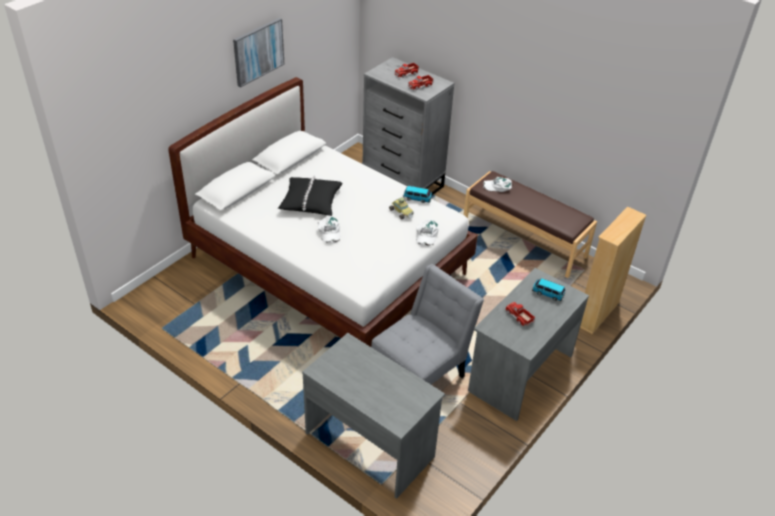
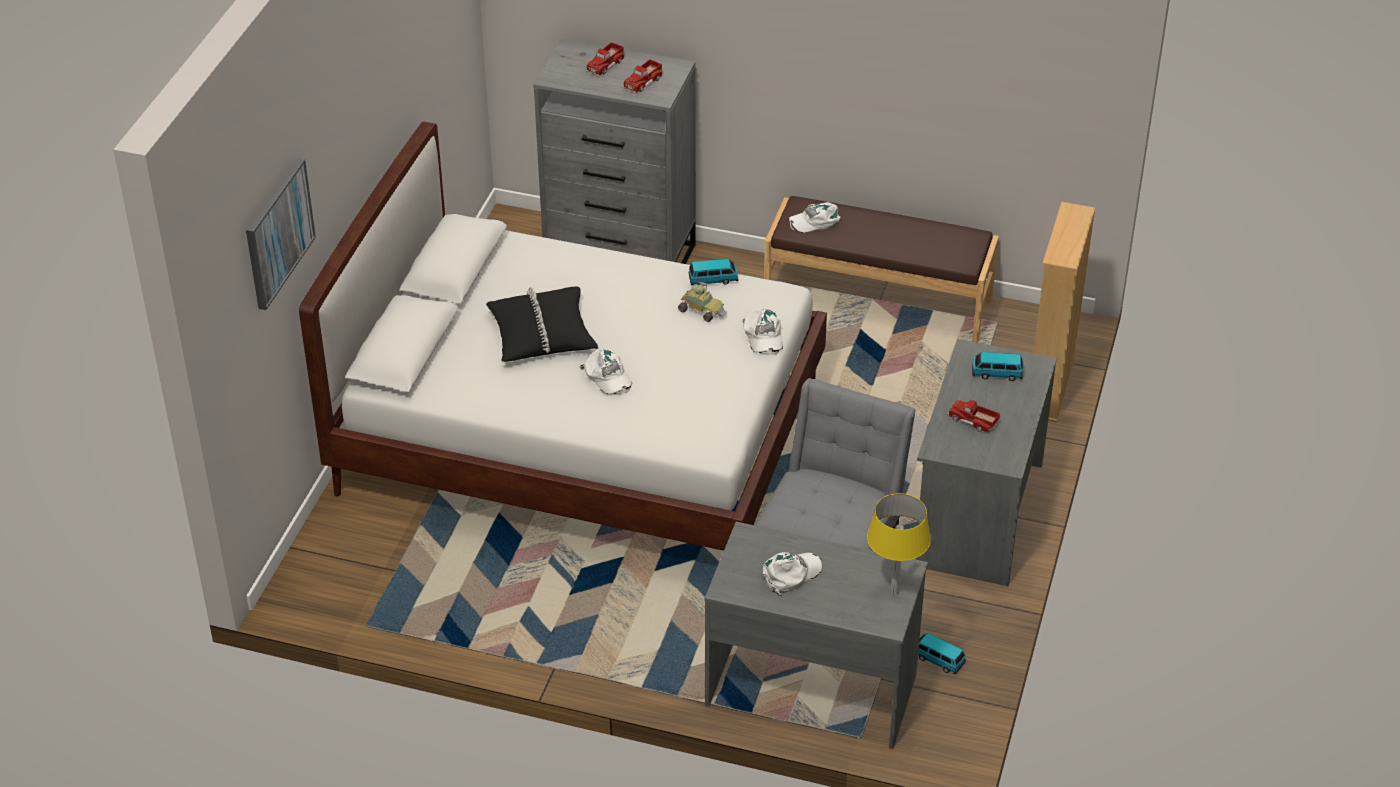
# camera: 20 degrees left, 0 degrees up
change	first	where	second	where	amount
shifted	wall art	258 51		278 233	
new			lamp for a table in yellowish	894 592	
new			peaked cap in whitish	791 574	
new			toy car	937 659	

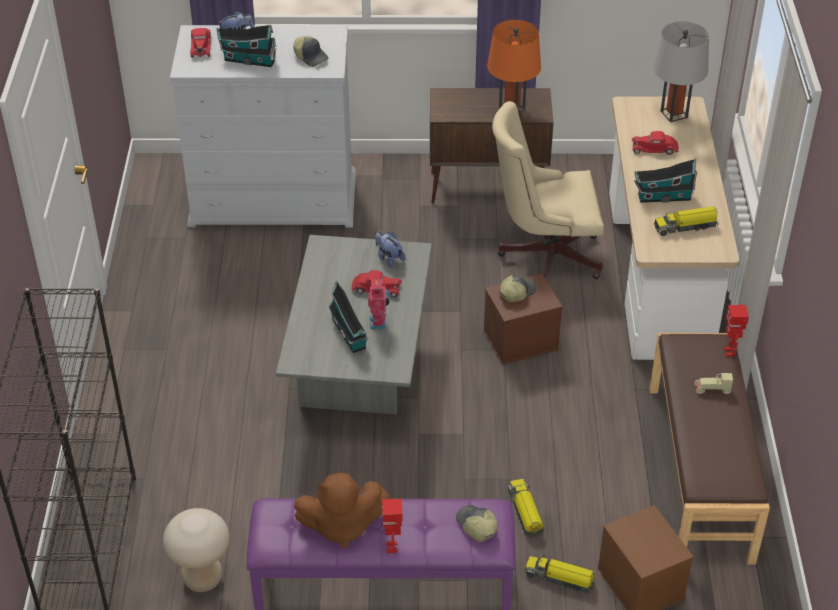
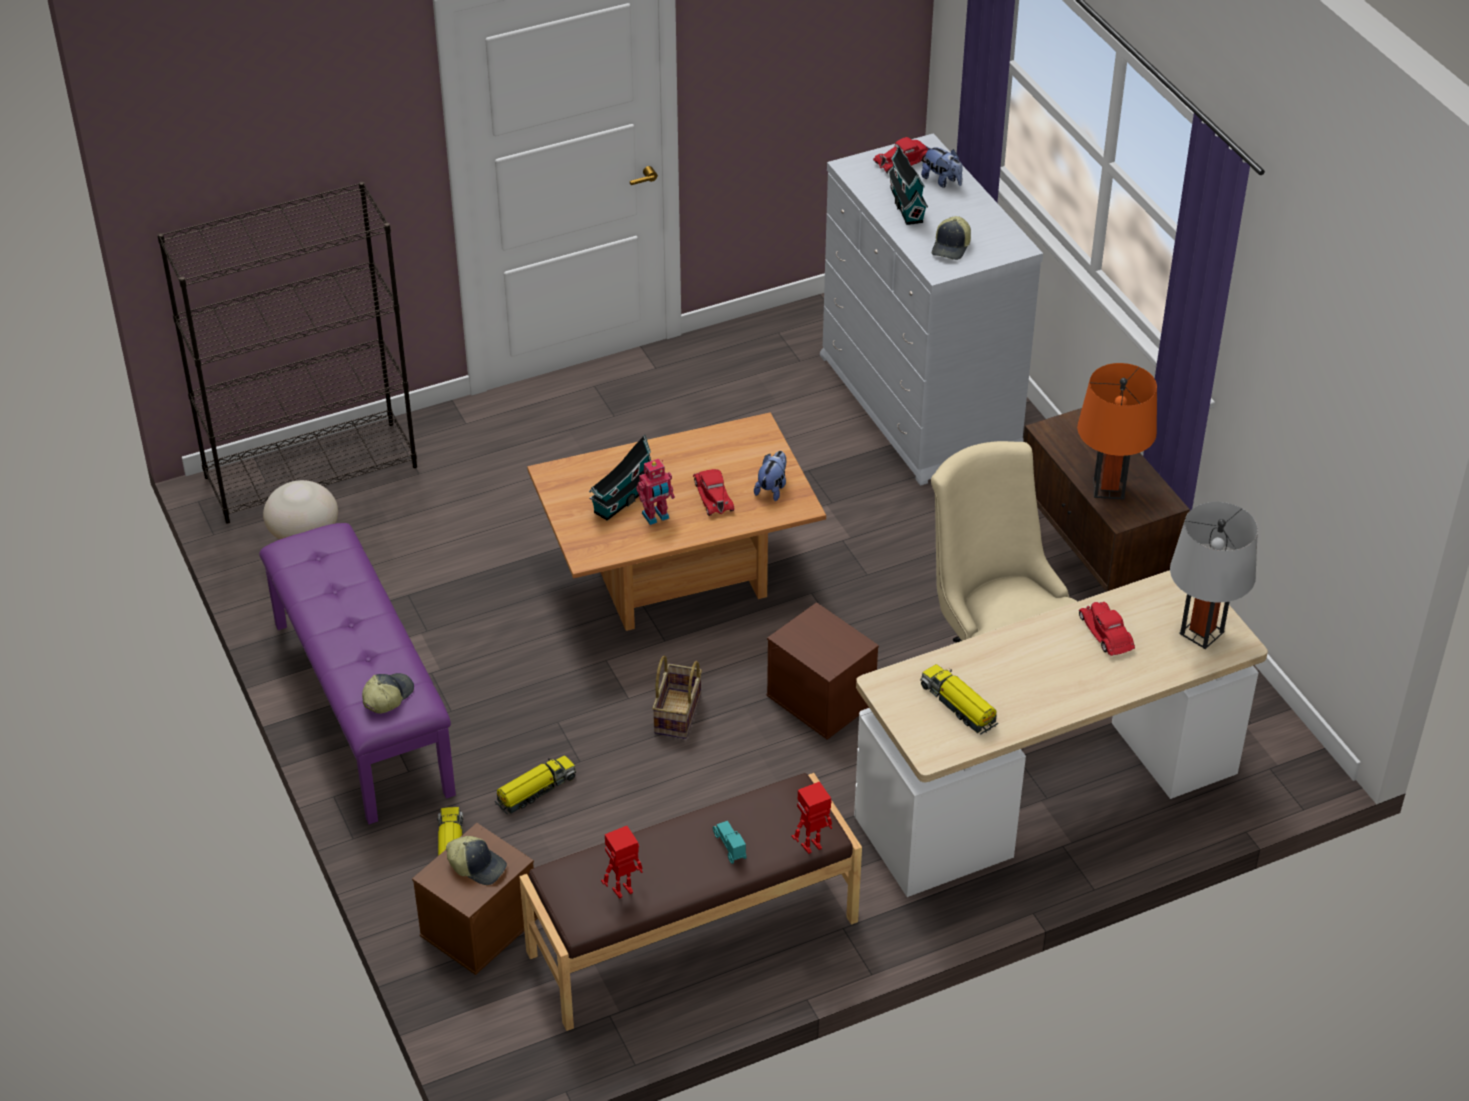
# camera: 65 degrees right, 0 degrees up
change	first	where	second	where	amount
gone	toy house	662 197			
repainted	low table in grey	359 370	low table in brownish	677 577	
shifted	peaked cap	517 292		477 866	
repainted	toy car in beige	712 390	toy car in blue-green	729 846	
gone	cuddly toy in brownish	341 526			
shifted	robot figure	392 547		623 891	
new			basket	678 715	

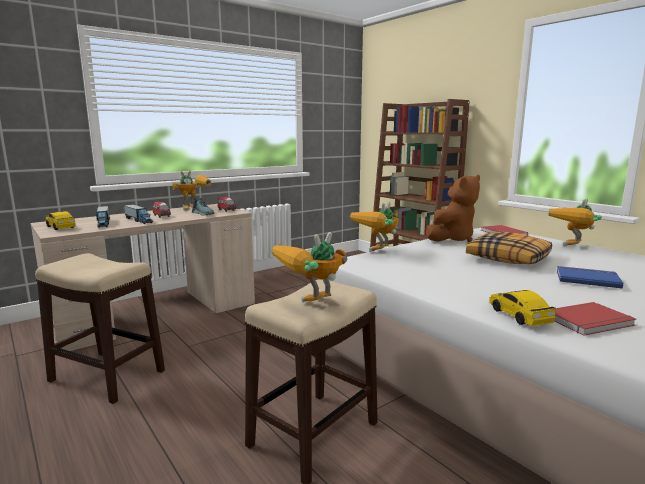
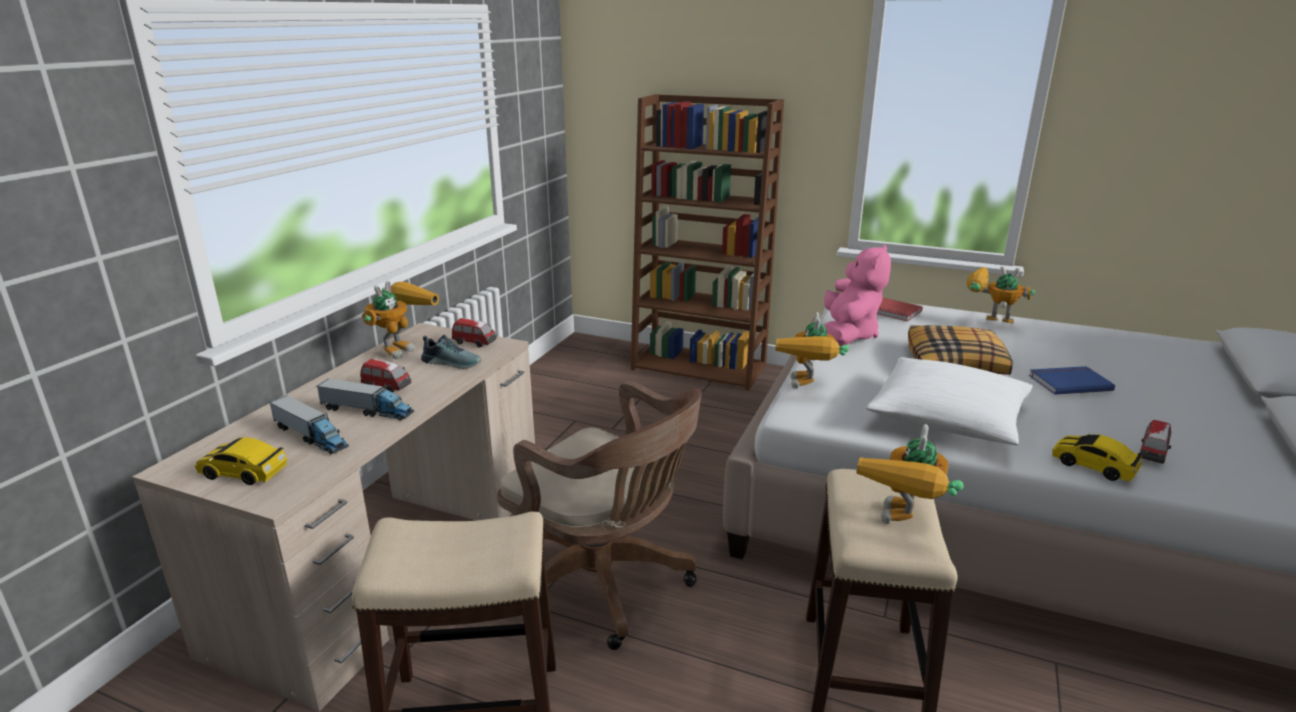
# camera: 30 degrees left, 10 degrees up
change	first	where	second	where	amount
repainted	cuddly toy in brownish	452 239	cuddly toy in pinkish	847 335	
rotated	robot figure	574 247		987 324	105 degrees clockwise
swapped	volume in red	590 322	toy car	1152 454	
new			pillow in whitish	948 418	
new			office chair in brownish	605 584	

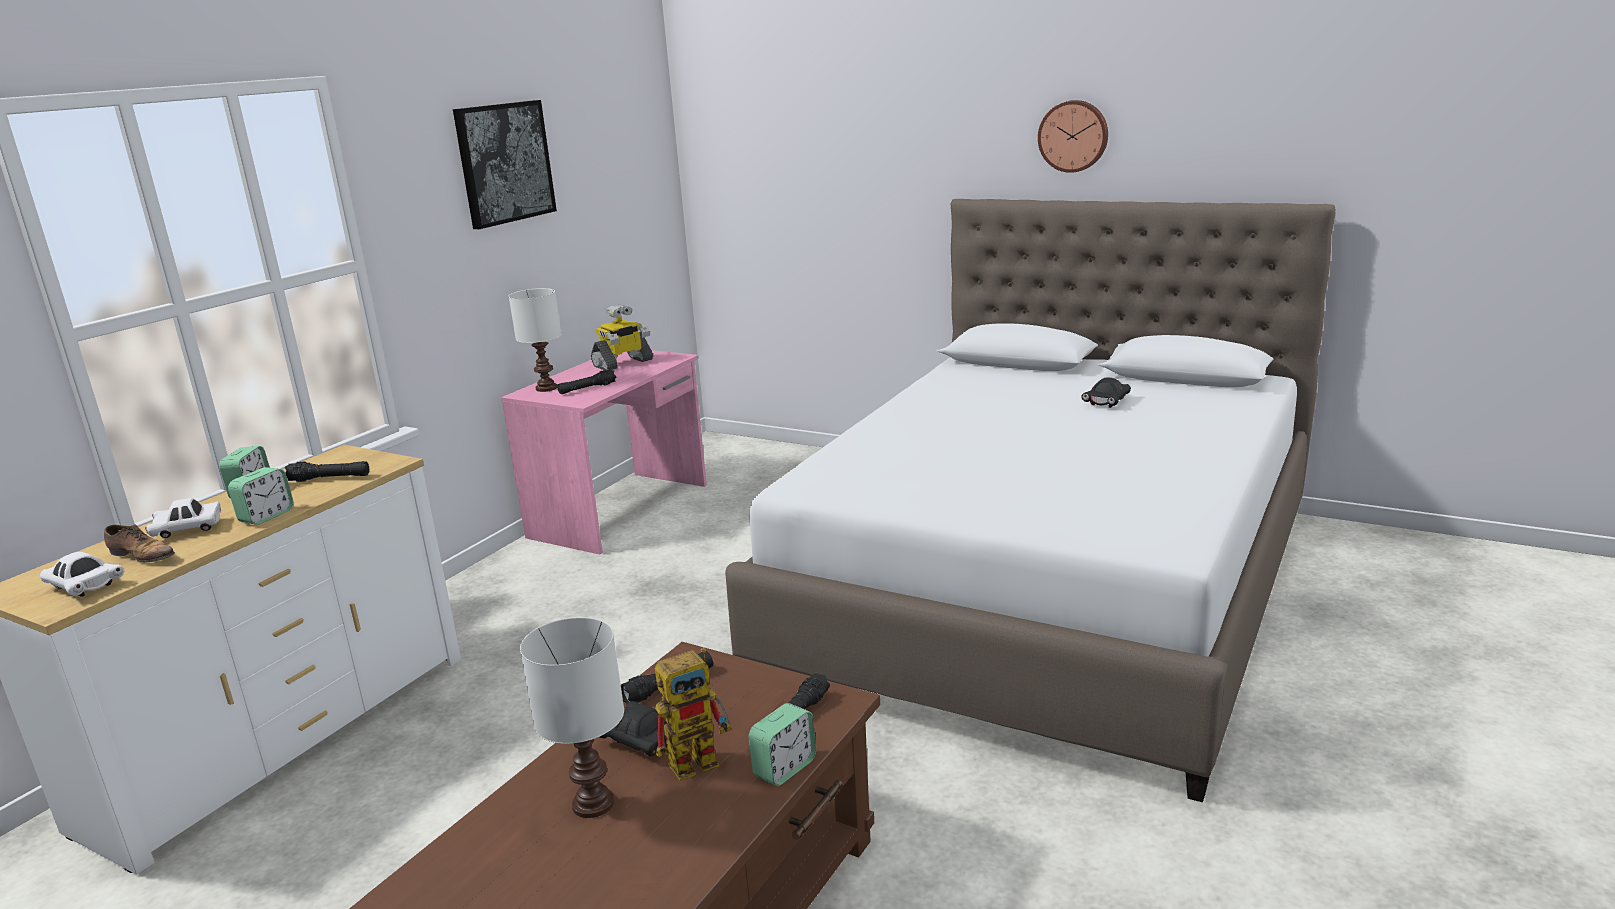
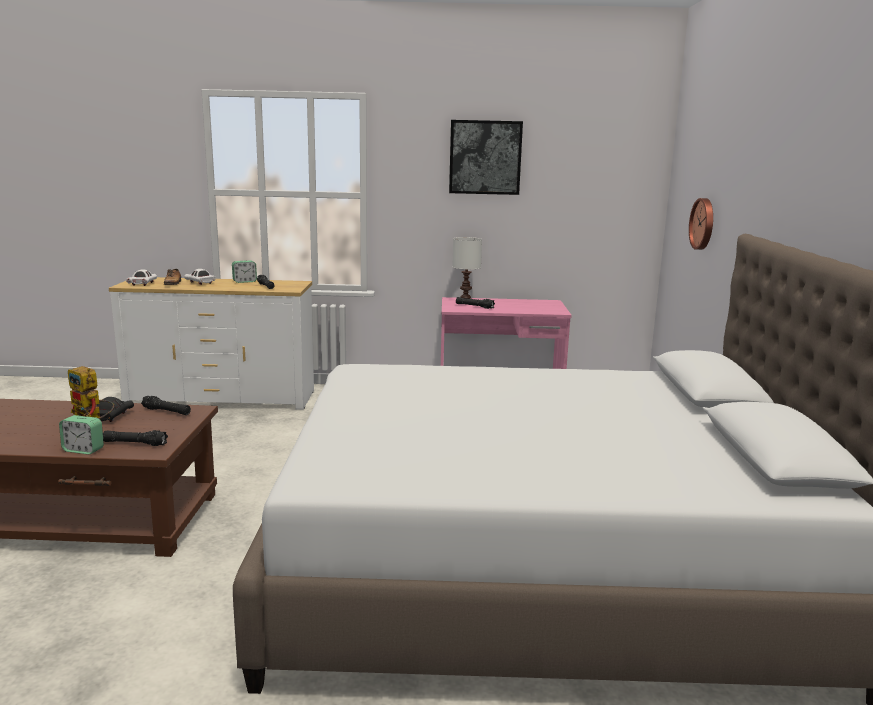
# camera: 60 degrees right, 5 degrees down
change	first	where	second	where	amount
shifted	wall clock	1073 136		703 224	
gone	robot figure	623 363			
gone	toy car in black	1107 402			
gone	alarm clock	266 516			
gone	lamp for a table in whitish	595 803			

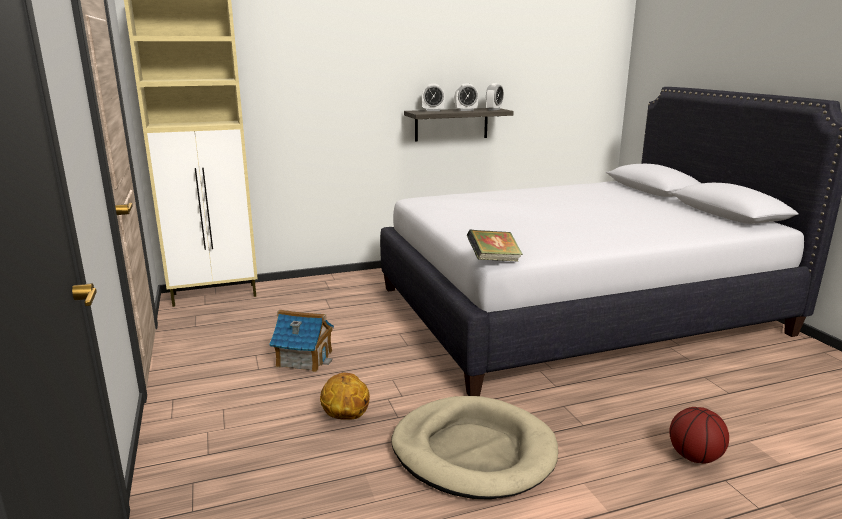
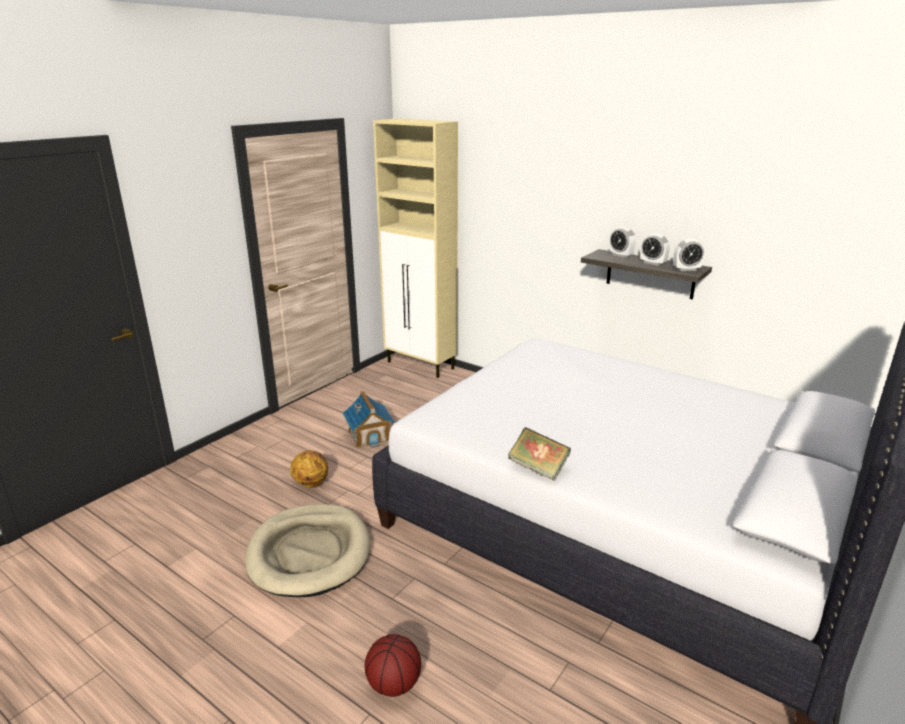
# camera: 55 degrees right, 5 degrees up
change	first	where	second	where	amount
shifted	volume	494 260		538 468	

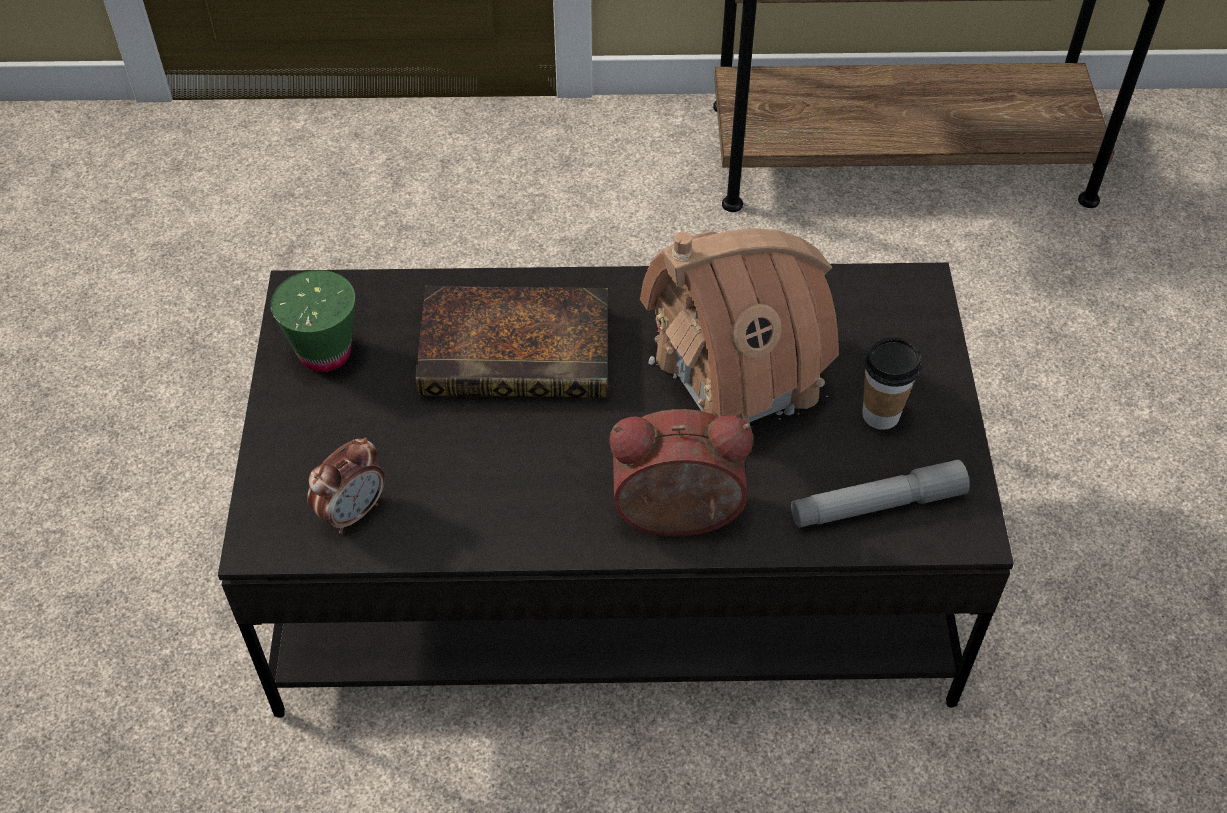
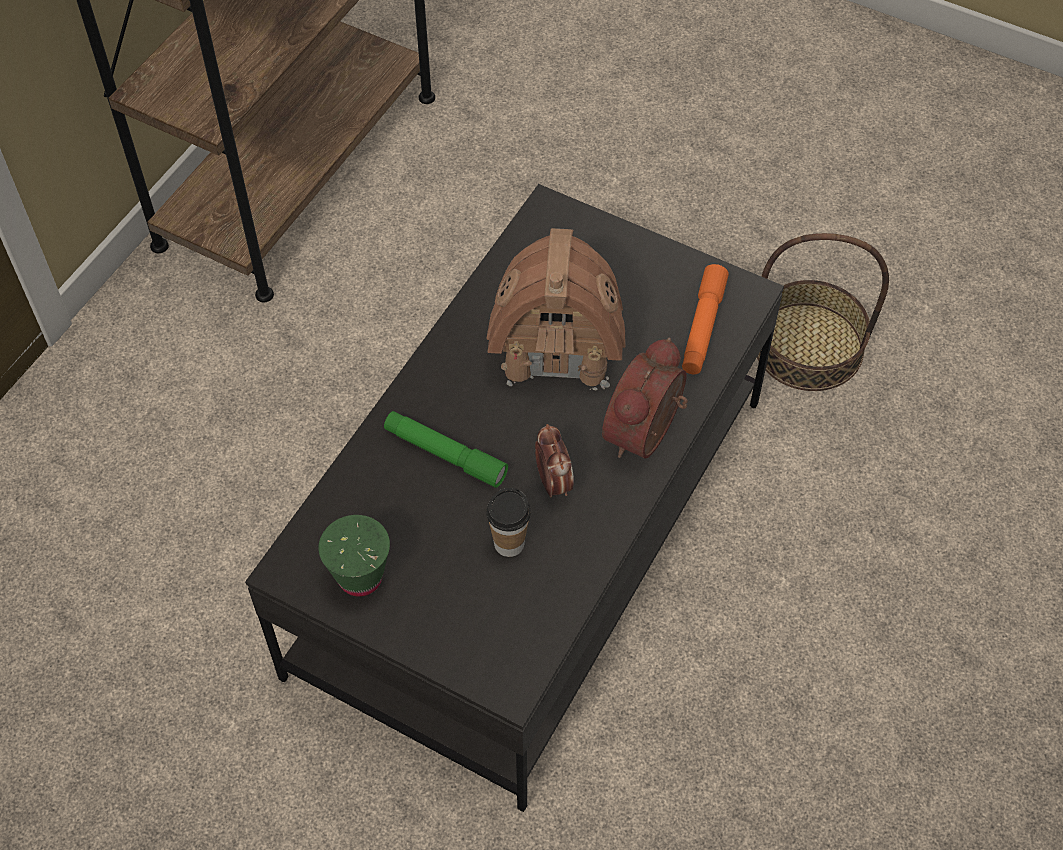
# camera: 60 degrees left, 5 degrees up
change	first	where	second	where	amount
swapped	volume	520 350	flashlight in green	445 454	
shifted	small cup	880 415		509 543	
shifted	alarm clock	353 512		553 482	
repainted	flashlight in grey	877 505	flashlight in orange	703 327	
new			basket	808 346	

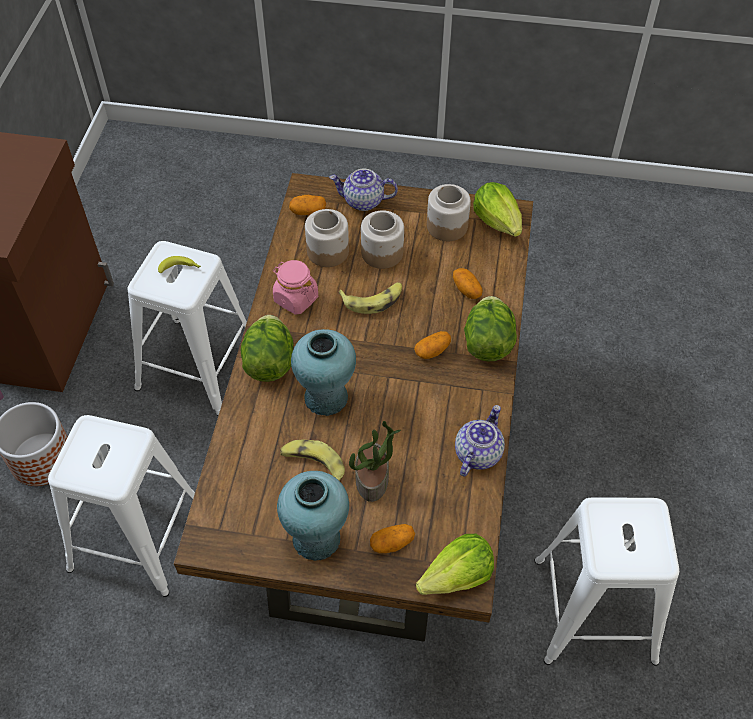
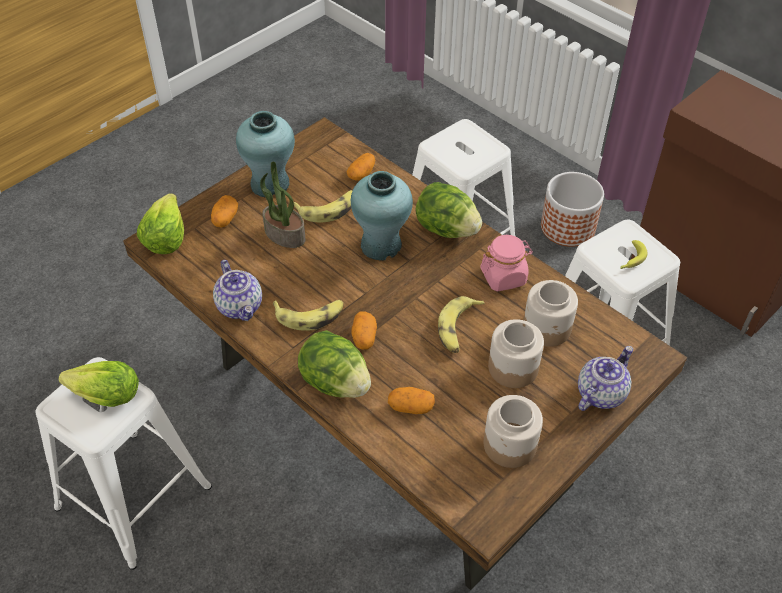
# camera: 125 degrees right, 5 degrees down
change	first	where	second	where	amount
shifted	lettuce head	498 221		106 396	
shifted	whole potato	308 211		361 174	
new			banana fruit	310 316	

